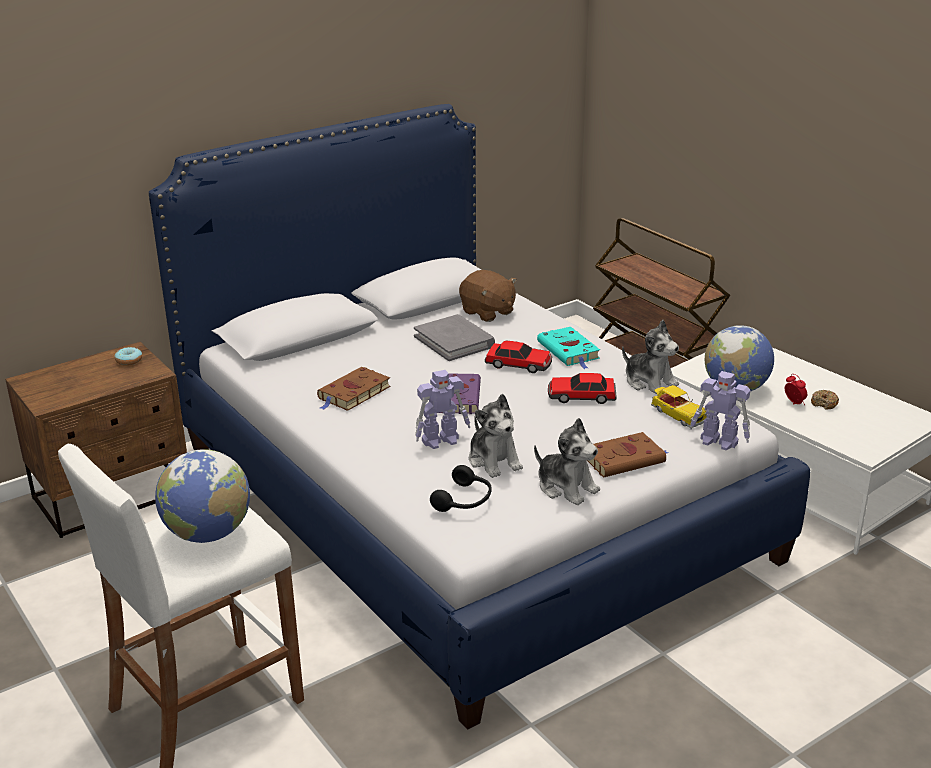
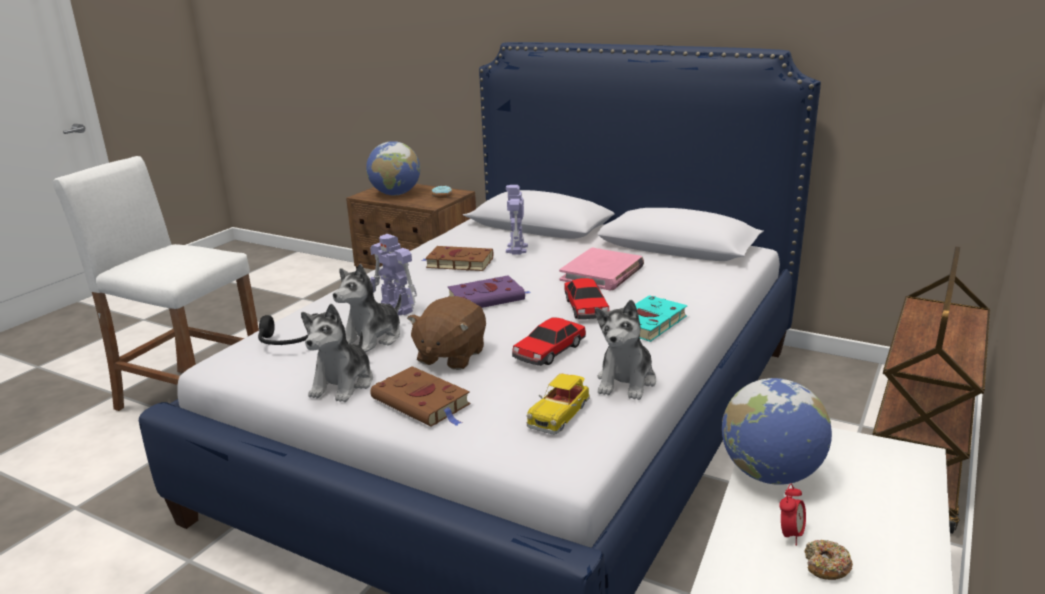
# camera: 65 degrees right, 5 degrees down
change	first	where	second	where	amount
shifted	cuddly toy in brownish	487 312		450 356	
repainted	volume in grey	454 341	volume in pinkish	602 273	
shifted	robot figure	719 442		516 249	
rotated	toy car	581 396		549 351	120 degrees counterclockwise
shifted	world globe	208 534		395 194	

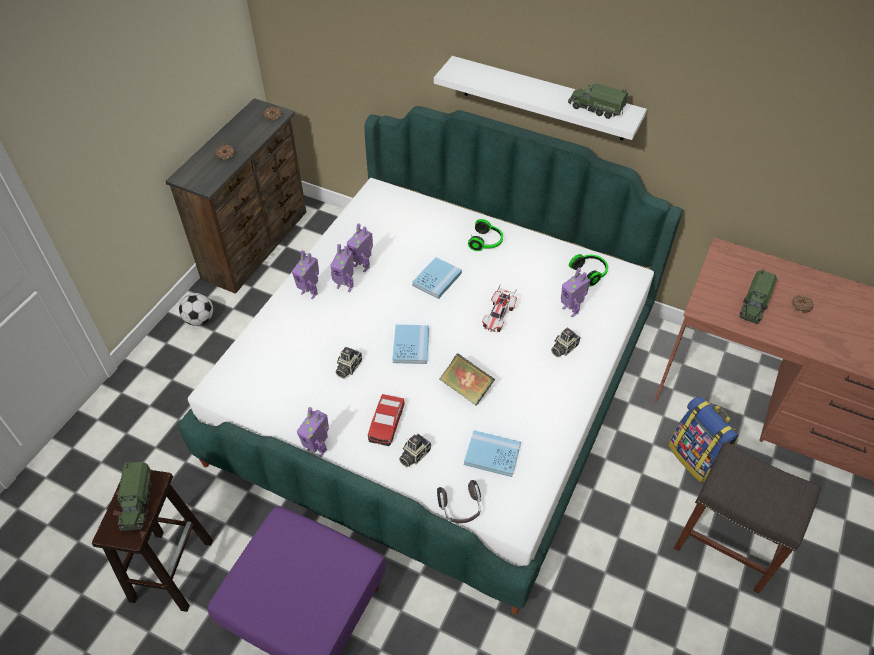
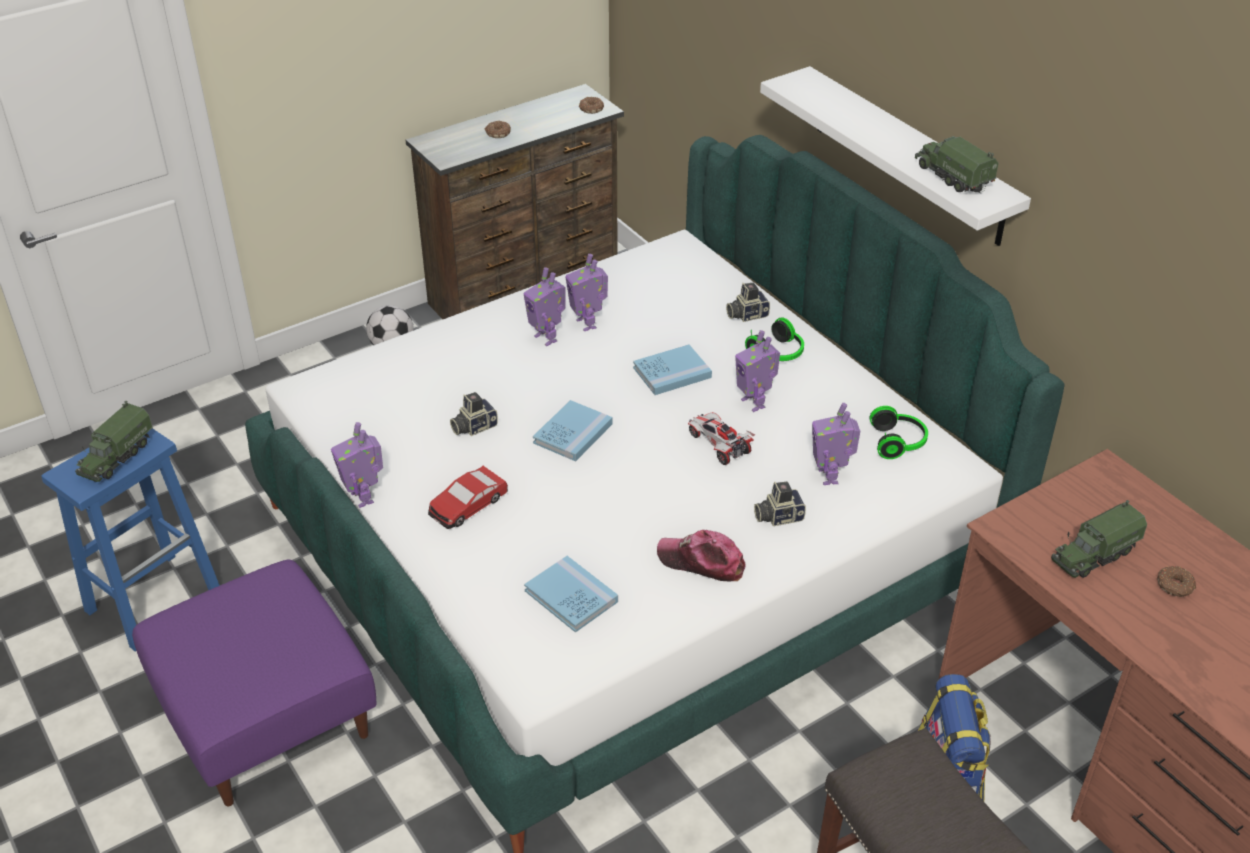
# camera: 30 degrees right, 10 degrees down
change	first	where	second	where	amount
shifted	robot figure	310 292		754 403	
rotated	toy car	498 316		718 445	90 degrees clockwise
gone	volume	466 388			
shifted	still camera	414 455		746 314	
repainted	sitting stool in brownish	172 569	sitting stool in bluish	154 599	
gone	pair of headphones	460 508			
new			peaked cap	701 562	

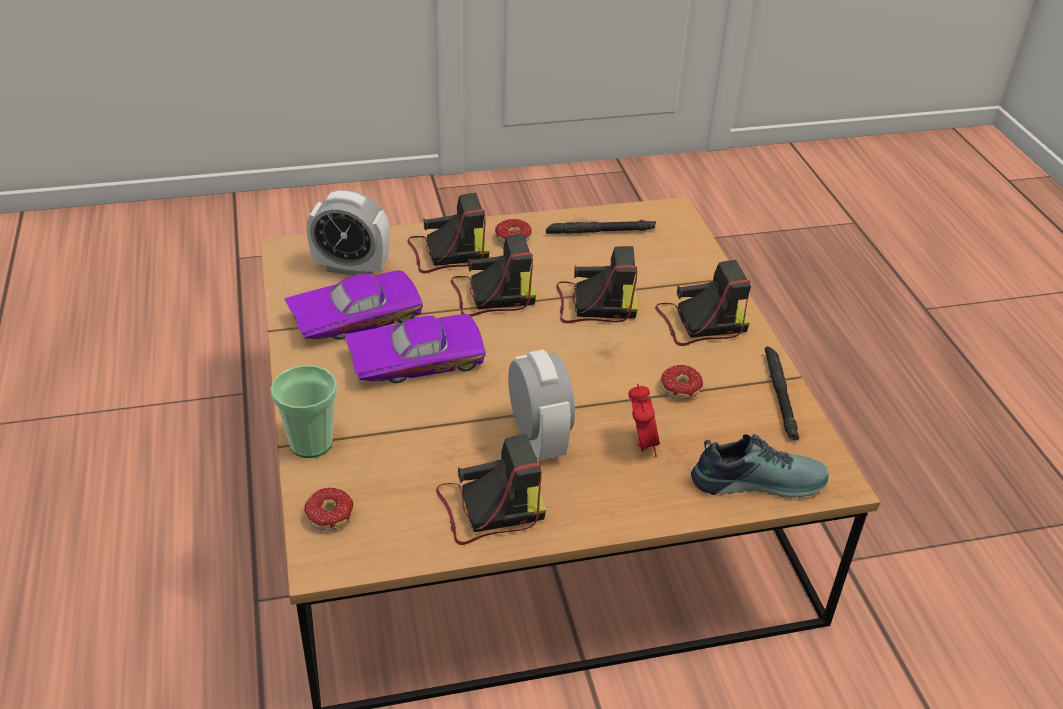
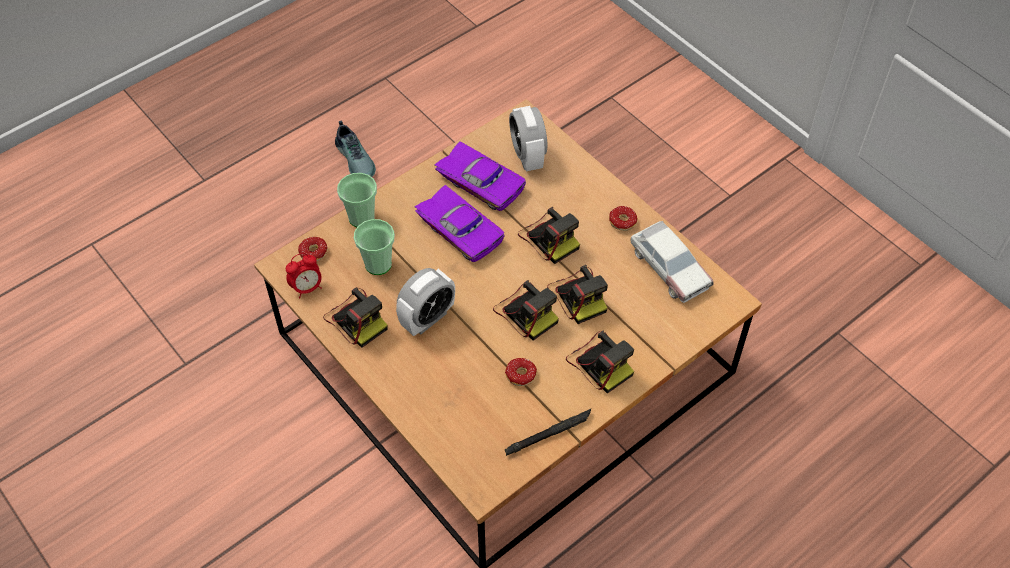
# camera: 65 degrees right, 15 degrees up
change	first	where	second	where	amount
shifted	still camera	446 253		526 312	
swapped	flashlight in black	600 232	toy car	669 267	
shifted	alarm clock	641 445		307 288	
shifted	shoe	757 479		356 159	
new			small cup	378 264	

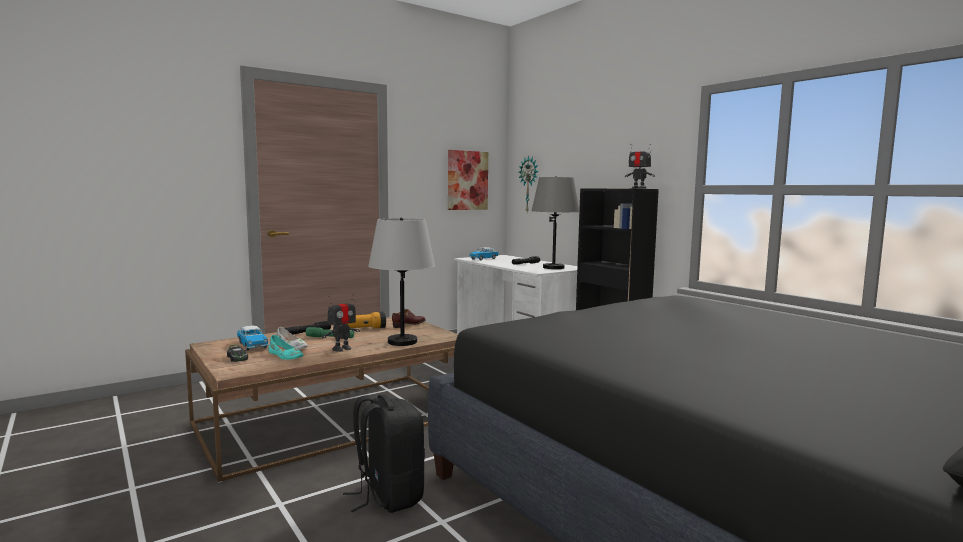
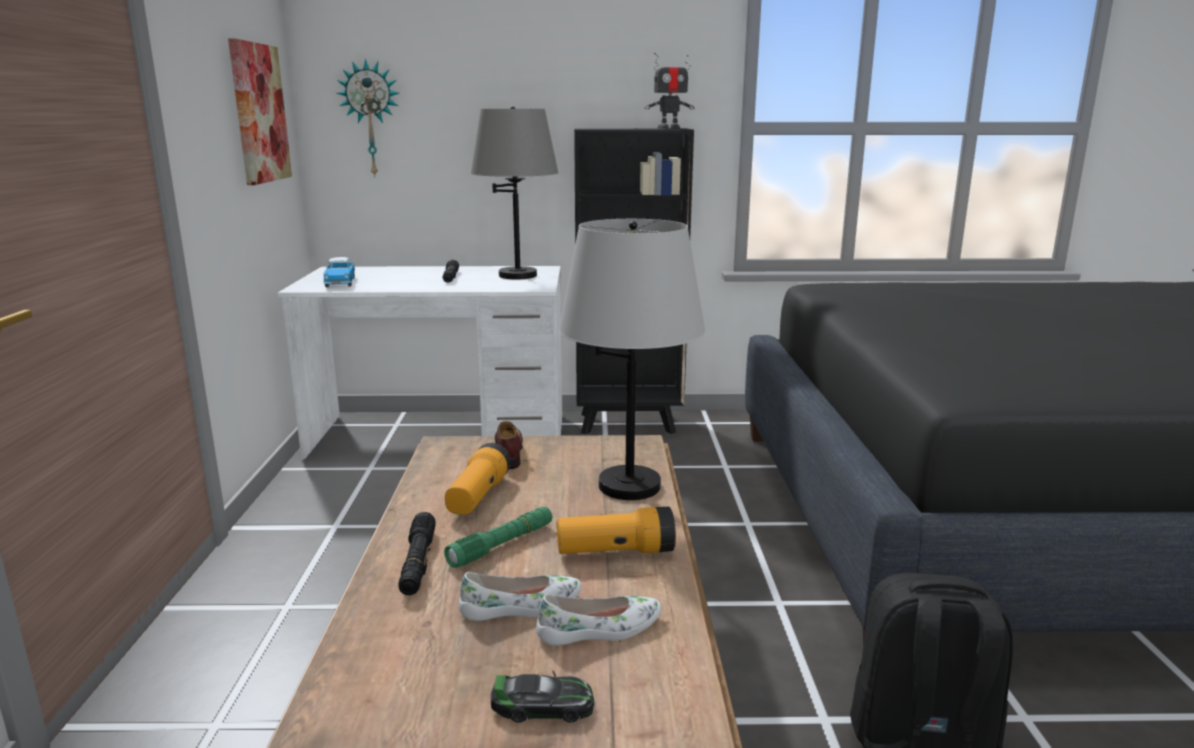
# camera: 55 degrees left, 10 degrees up
change	first	where	second	where	amount
swapped	robot figure	342 349	flashlight	615 552	
gone	toy car	252 345			
repainted	shoe in blue-green	285 356	shoe in whitish	600 630	

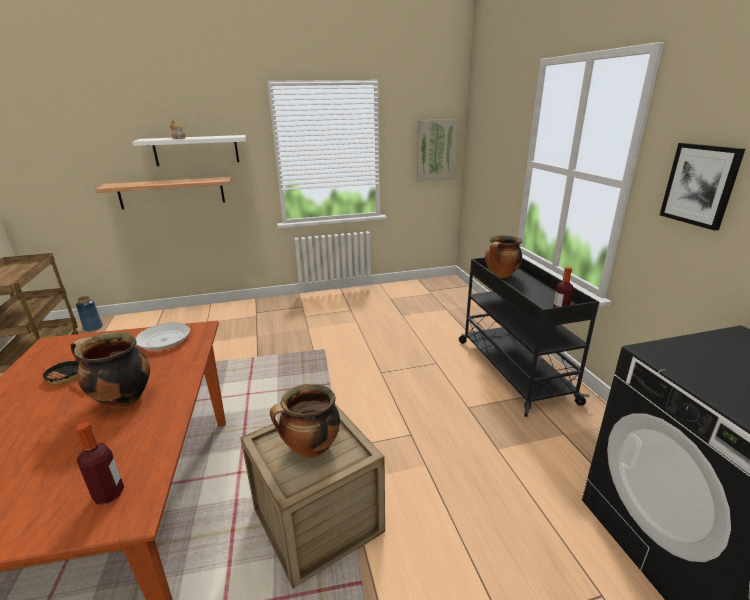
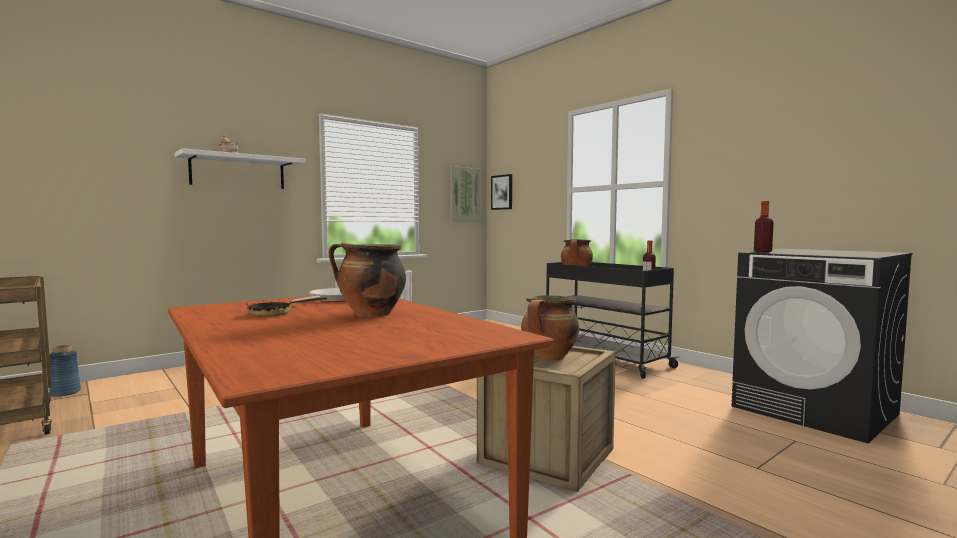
# camera: 25 degrees left, 20 degrees down
change	first	where	second	where	amount
shifted	wall art	700 185		502 192	
gone	wall shelf	172 193			
shifted	beverage bottle	109 494		762 251	

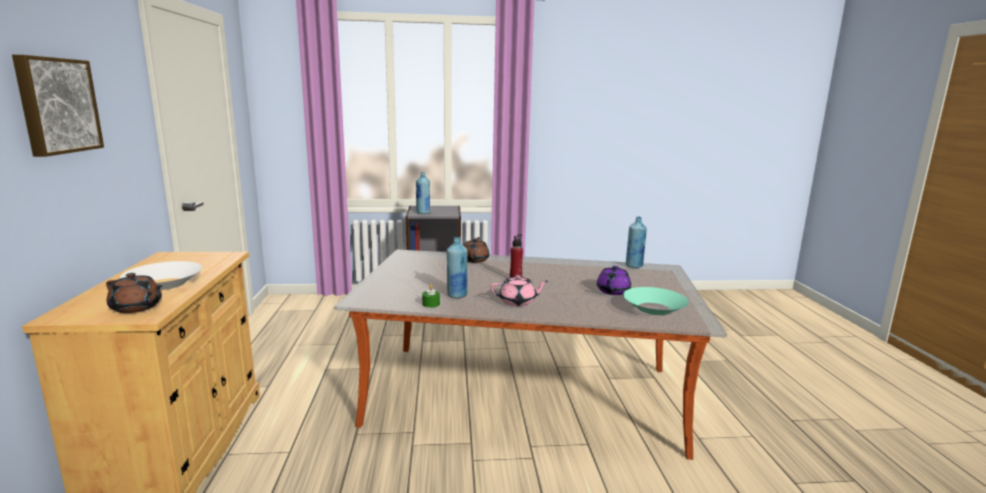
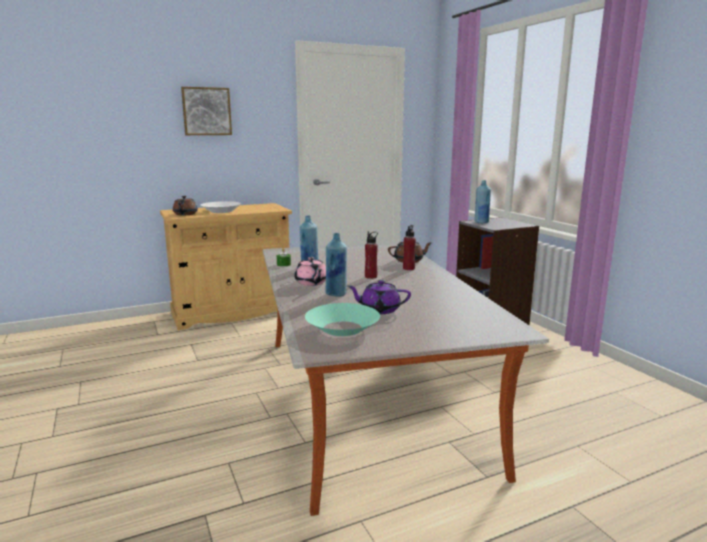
# camera: 70 degrees right, 0 degrees up
change	first	where	second	where	amount
shifted	beverage bottle in bluish	634 266		336 294	
new			beverage bottle in red	408 268	

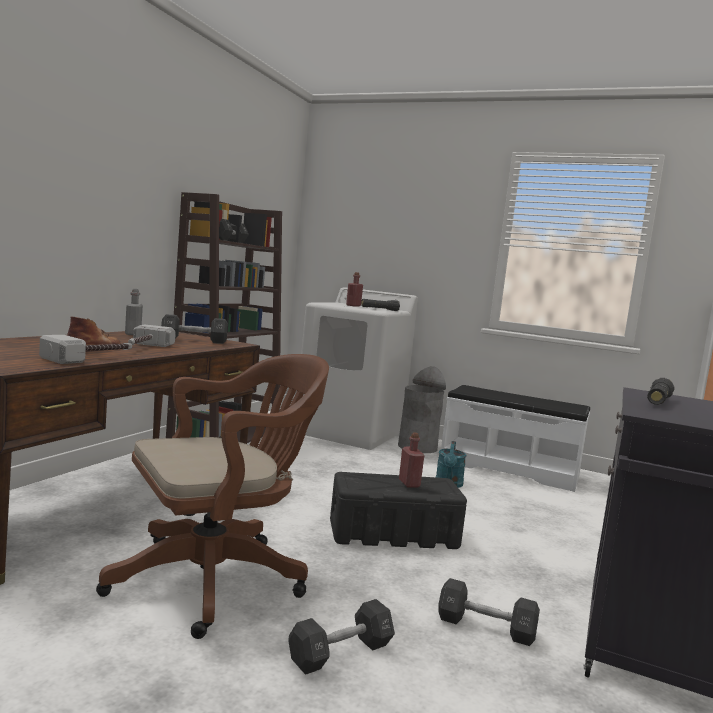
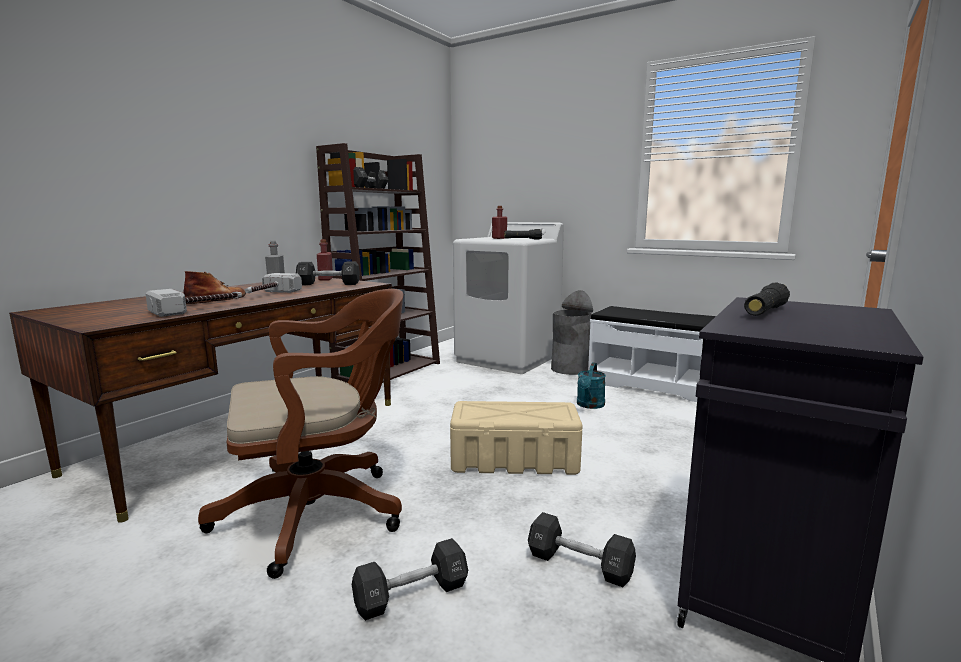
# camera: 10 degrees right, 5 degrees up
change	first	where	second	where	amount
shifted	beverage bottle in red	409 483		325 279	
repainted	storage bin in black	394 534	storage bin in beige	515 460	

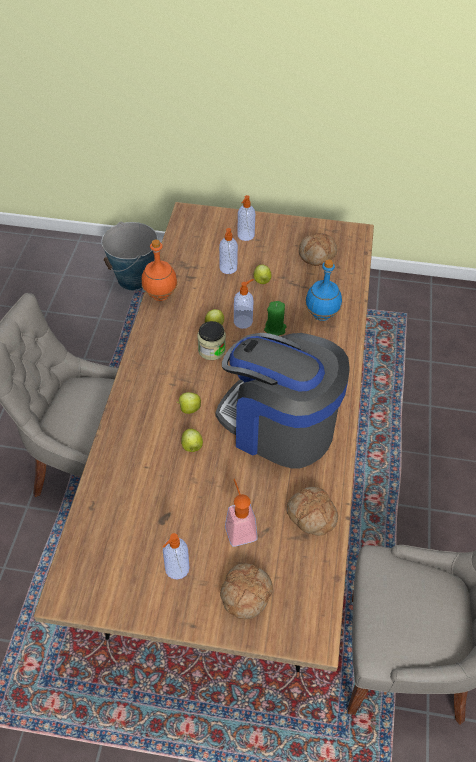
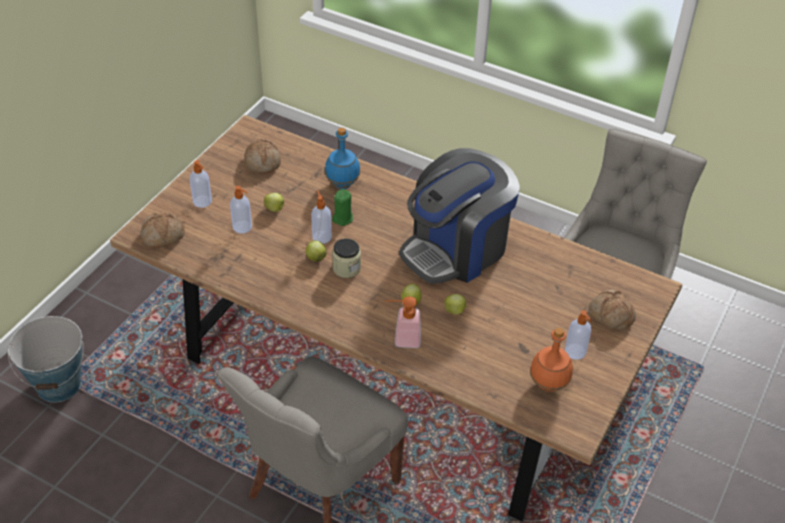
# camera: 70 degrees left, 5 degrees down
change	first	where	second	where	amount
shifted	beverage bottle in orange	160 295		547 384	
shifted	soap bottle	239 527		402 338	
shifted	baked bread	311 515		163 236	

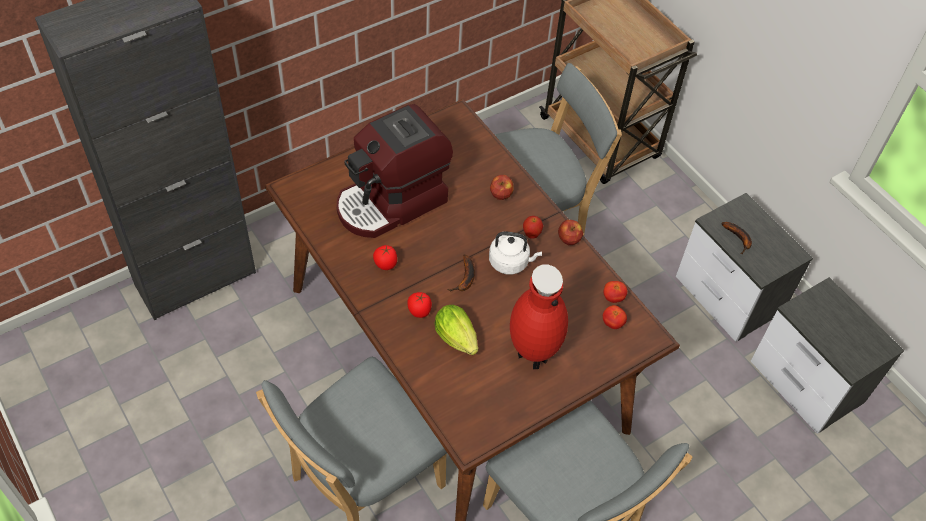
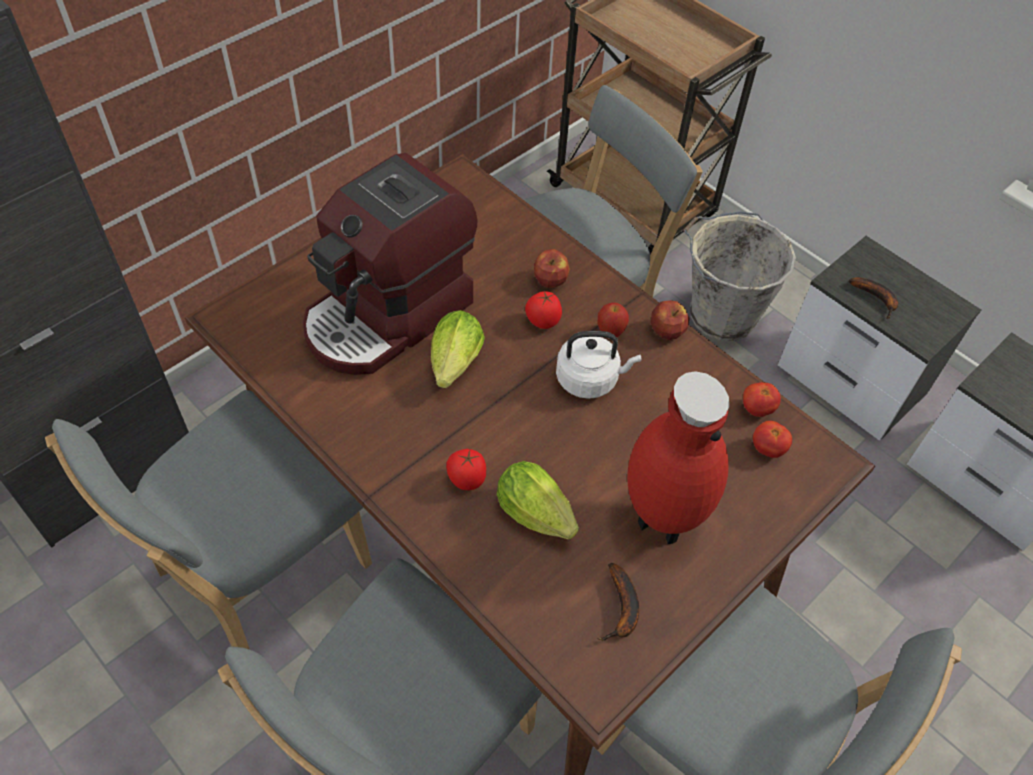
# camera: 10 degrees left, 0 degrees up
change	first	where	second	where	amount
shifted	whole tomato	385 264		542 321	
shifted	banana fruit	465 279		622 609	
new			water bucket in grey	720 314	
new			lettuce head	454 367	
new			plain chair in grey	255 574	

